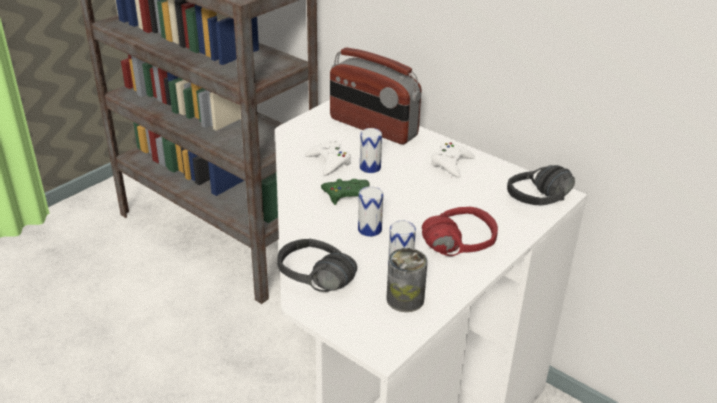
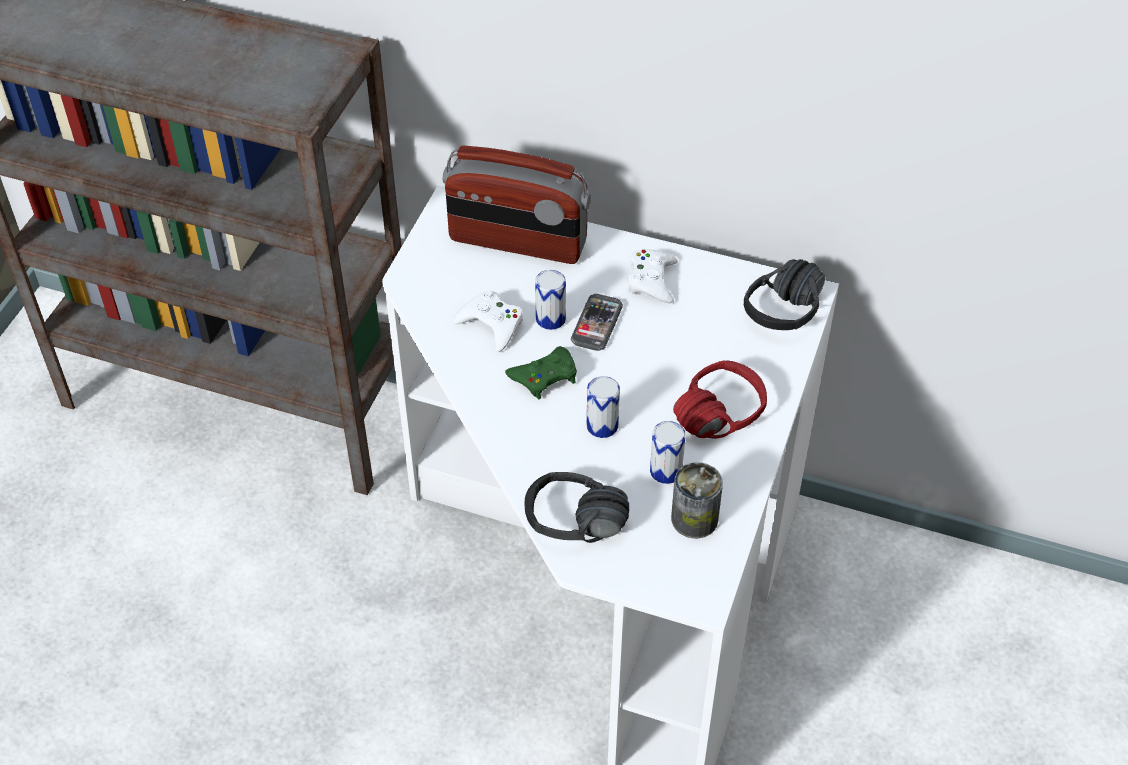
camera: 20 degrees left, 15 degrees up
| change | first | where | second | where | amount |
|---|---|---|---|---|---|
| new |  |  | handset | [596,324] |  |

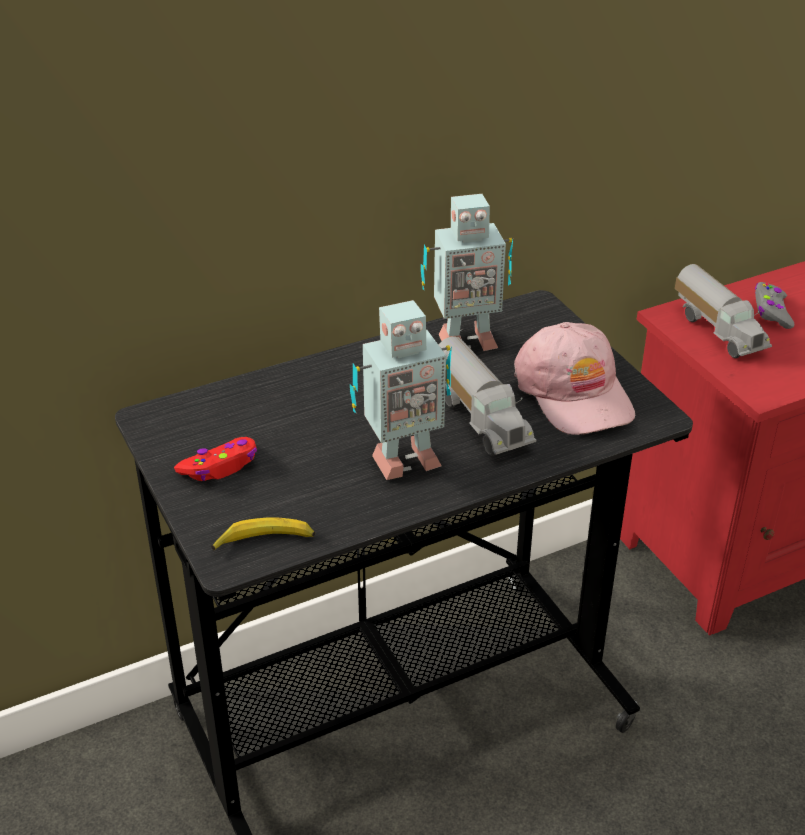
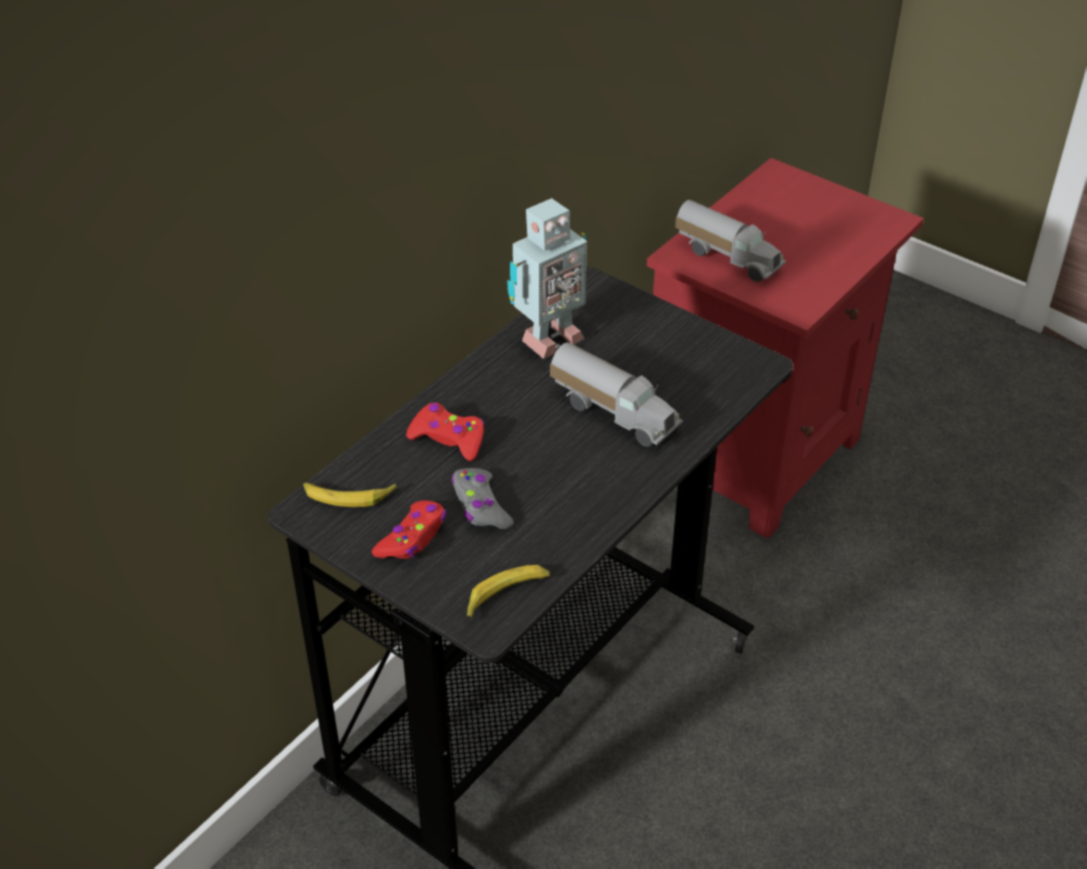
camera: 25 degrees left, 5 degrees up
| change | first | where | second | where | amount |
|---|---|---|---|---|---|
| new |  |  | whole banana | [349,496] |  |
| new |  |  | game controller (red-coloured) | [448,438] |  |
| shifted | game controller (gray) | [771,312] |  | [480,506] |  |
| gone | toy robot | [402,459] |  |  |  |
| gone | baseball cap (pink) | [574,392] |  |  |  |

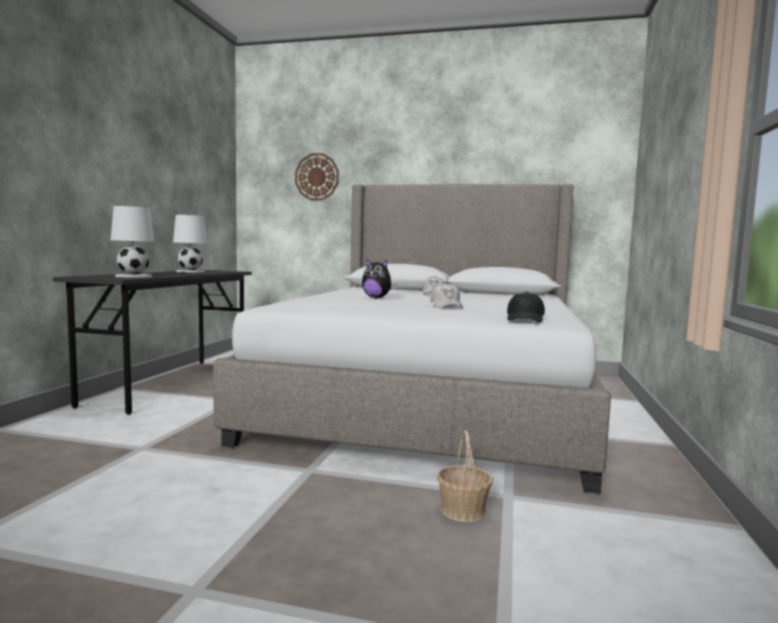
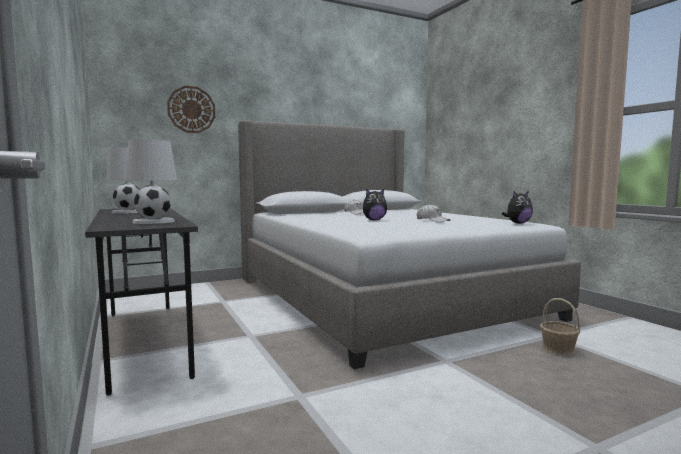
camera: 40 degrees left, 0 degrees up
| change | first | where | second | where | amount |
|---|---|---|---|---|---|
| swapped | baseball cap (black) | [525,319] | cuddly toy | [518,223] |  |

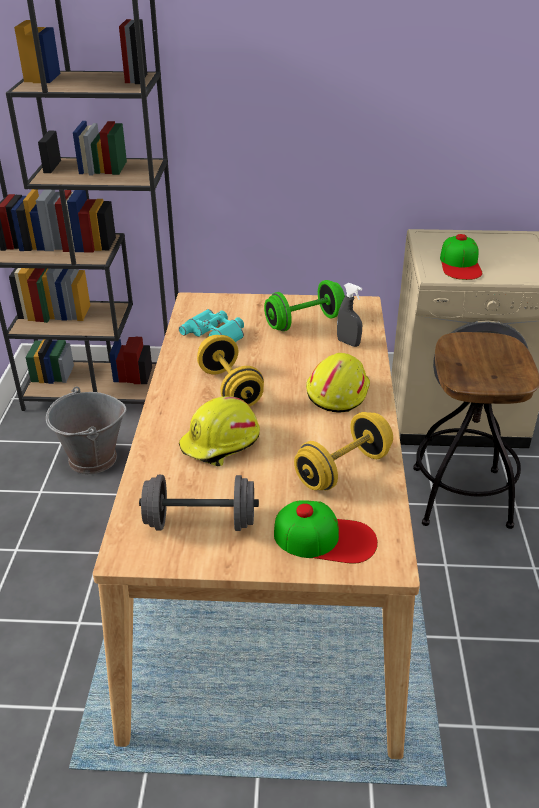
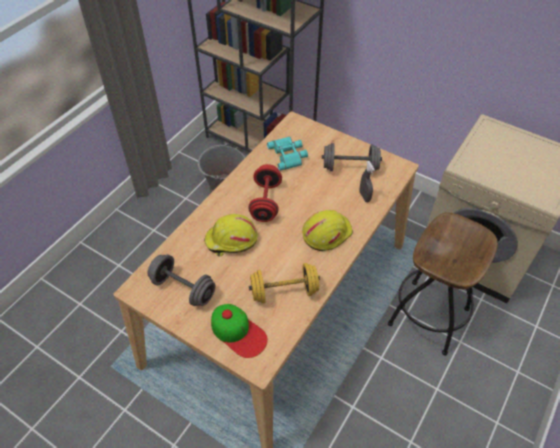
camera: 30 degrees right, 15 degrees up
| change | first | where | second | where | amount |
|---|---|---|---|---|---|
| repainted | free weight (yellow) | [230,388] | free weight (red-coloured) | [266,202] |  |
| repainted | free weight (greenish) | [304,322] | free weight (gray) | [350,167] |  |
| gone | baseball cap | [460,264] |  |  |  |

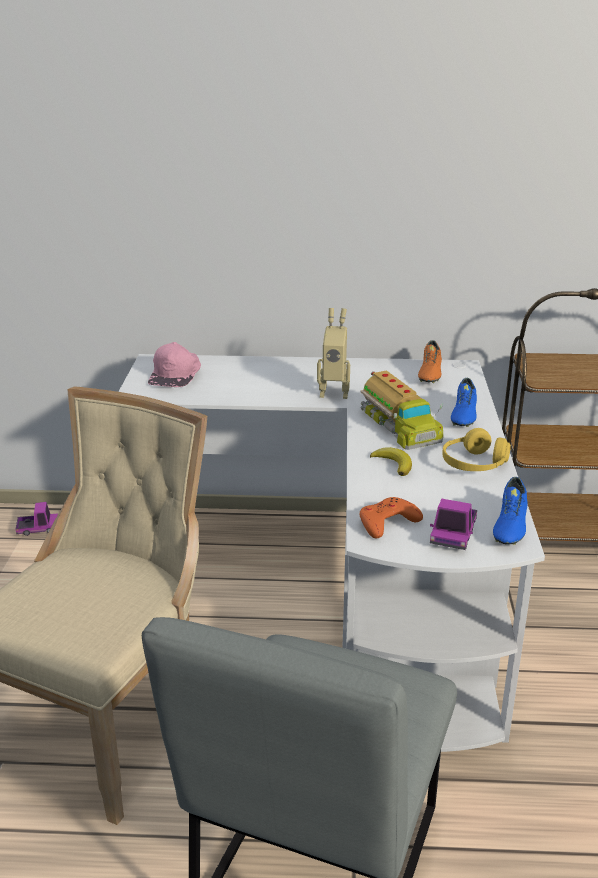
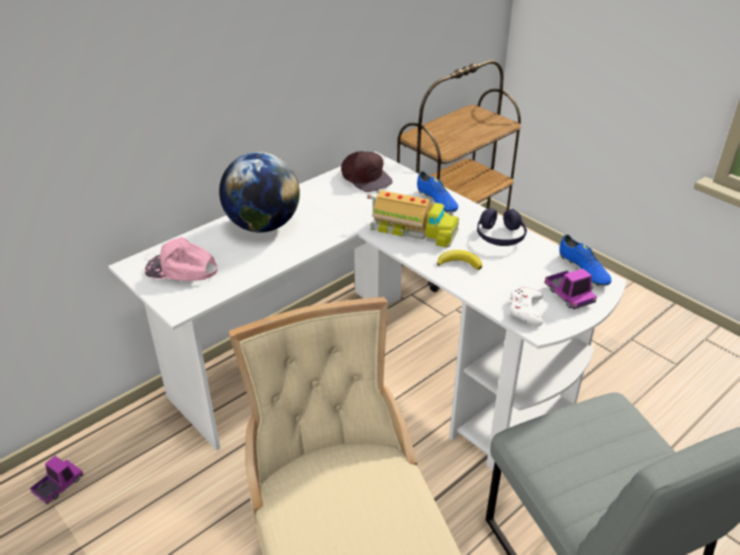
camera: 45 degrees left, 10 degrees up
| change | first | where | second | where | amount |
|---|---|---|---|---|---|
| rotated | baseball cap (pink) | [176,374] |  | [181,269] | 135 degrees clockwise |
| new |  |  | desk globe | [263,226] |  |
| swapped | item of footwear (orange) | [429,373] | baseball cap (brown-coloured) | [365,177] |  |
| repainted | headphones (yellow) | [474,464] | headphones (purplish) | [500,236] |  |
| repainted | game controller (orange) | [387,522] | game controller (white-coloured) | [525,309] |  |
| gone | toy robot | [334,392] |  |  |  |

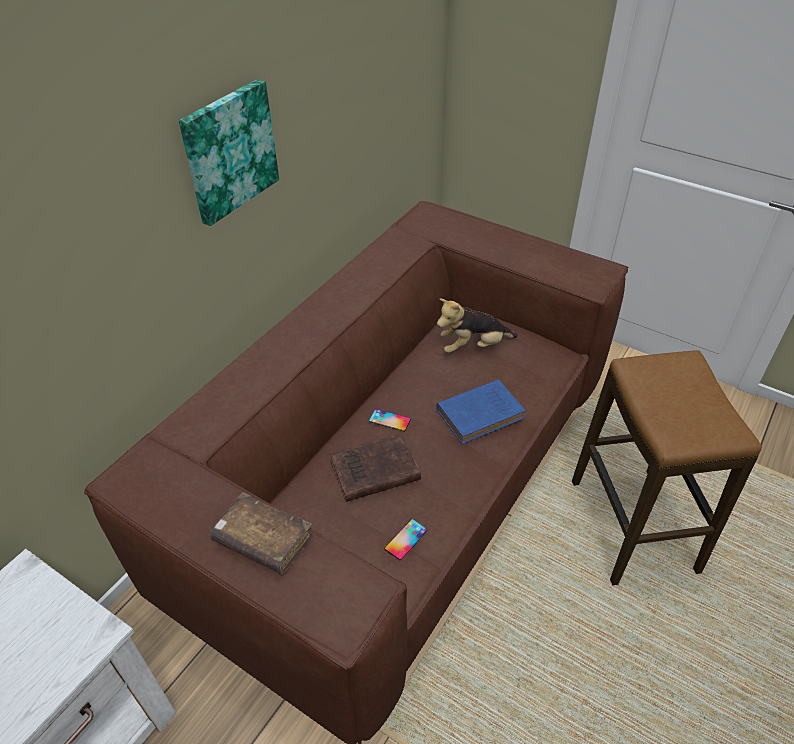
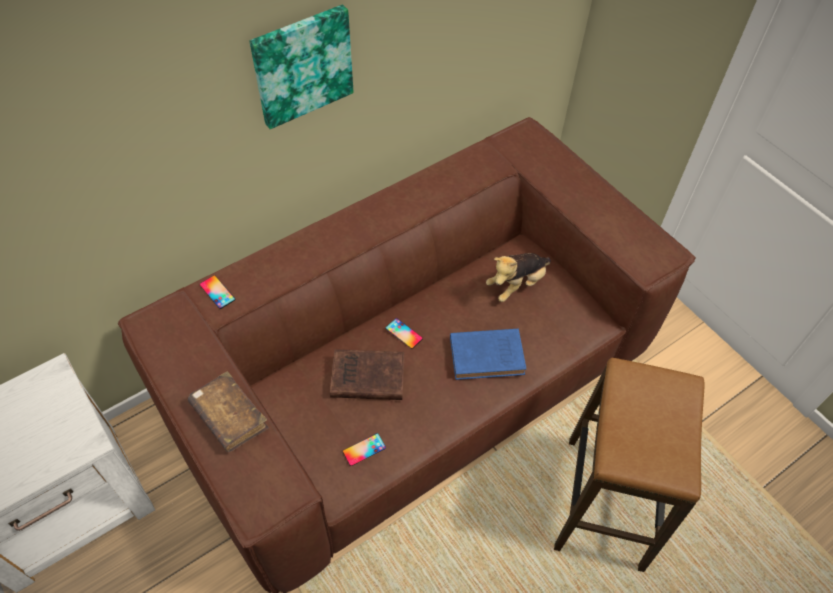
camera: 20 degrees right, 10 degrees up
| change | first | where | second | where | amount |
|---|---|---|---|---|---|
| new |  |  | handset | [217,292] |  |
| rotated | cuddly toy | [473,346] |  | [517,284] | 45 degrees counterclockwise |

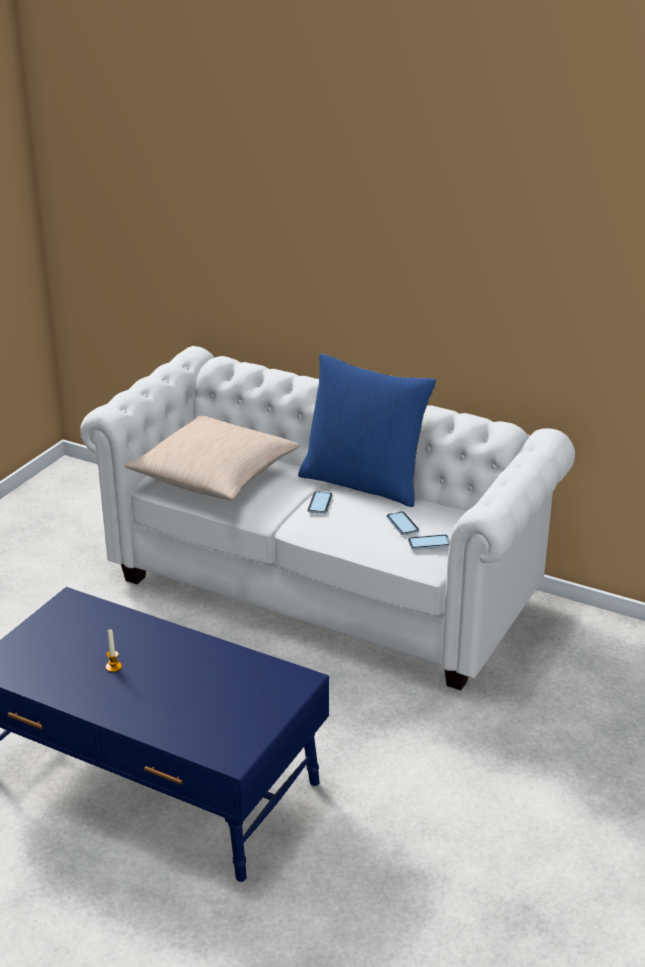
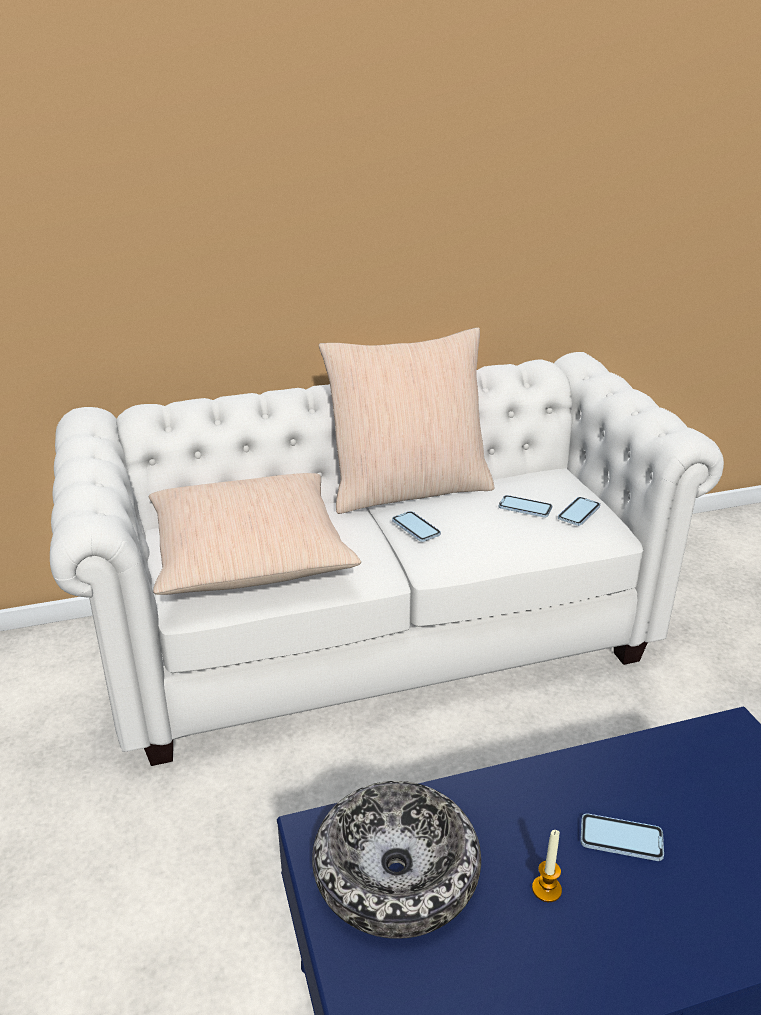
camera: 45 degrees left, 0 degrees up
| change | first | where | second | where | amount |
|---|---|---|---|---|---|
| new |  |  | deep dish | [396,873] |  |
| repainted | throw pillow (blue-coloured) | [364,482] | throw pillow (sand-coloured) | [408,489] |  |
| new |  |  | handset | [621,839] |  |

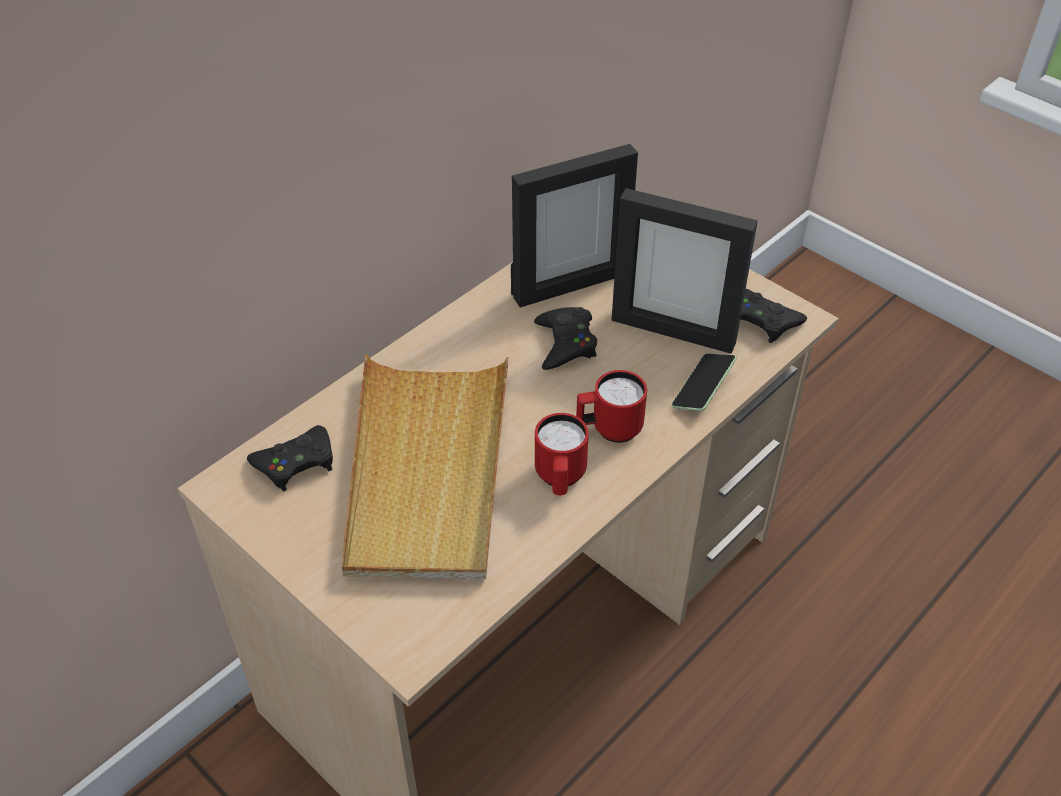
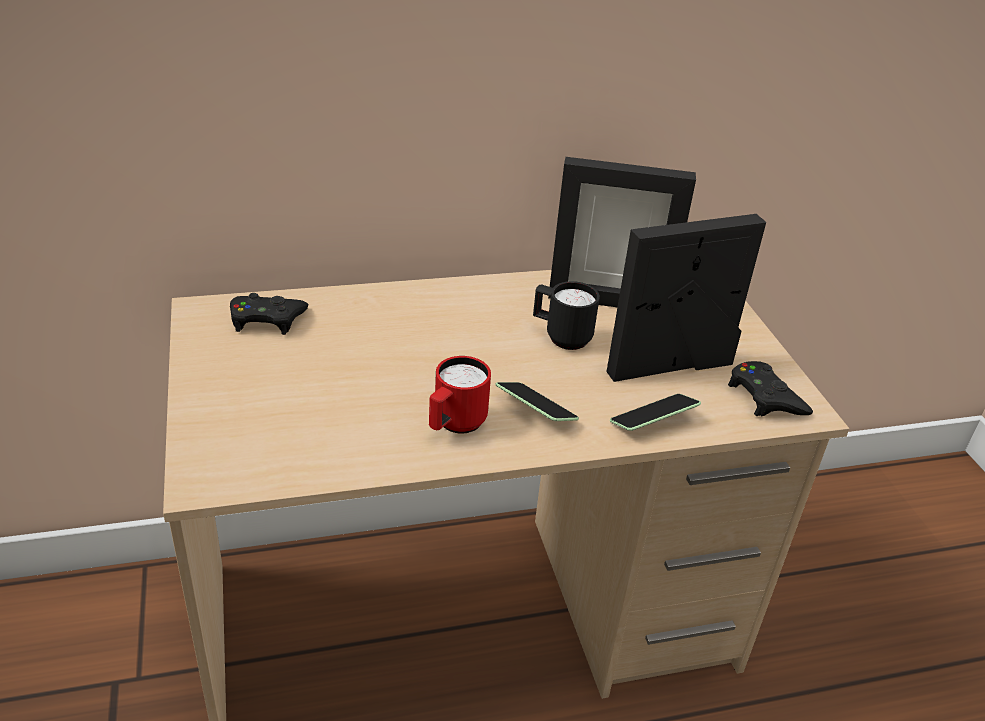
camera: 30 degrees right, 10 degrees down
| change | first | where | second | where | amount |
|---|---|---|---|---|---|
| swapped | tea mug (red-coloured) | [609,429] | handset | [535,411] |  |
| swapped | game controller (black) | [565,343] | tea mug (black) | [561,337] |  |
| rotated | picture frame | [673,330] |  | [670,368] | 105 degrees clockwise |
| gone | tray (sand-coloured) | [427,470] |  |  |  |

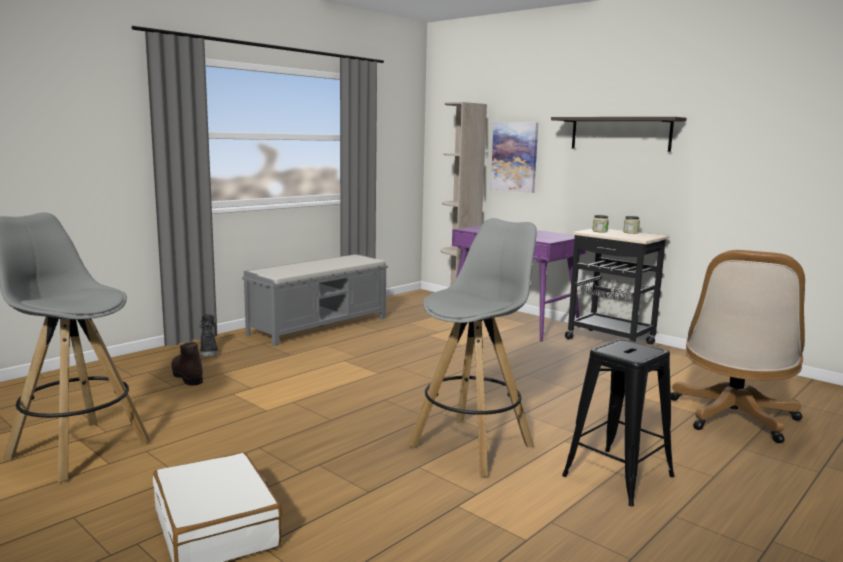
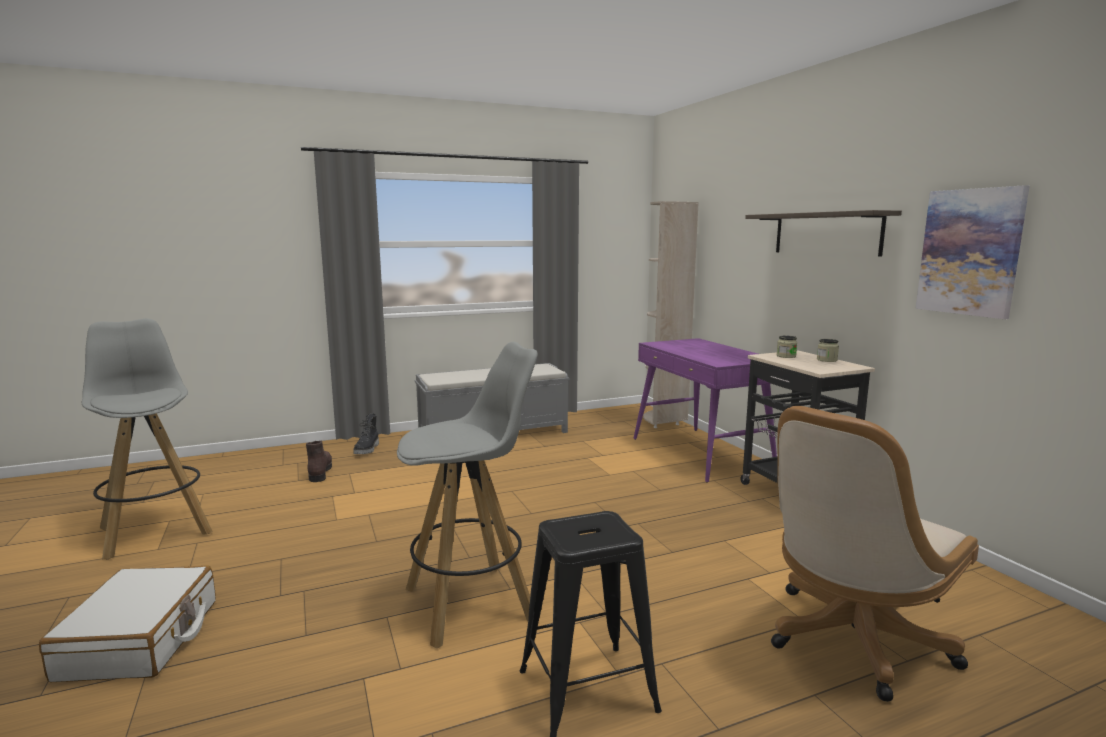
camera: 25 degrees right, 0 degrees up
| change | first | where | second | where | amount |
|---|---|---|---|---|---|
| shifted | picture | [514,157] |  | [970,252] |  |

